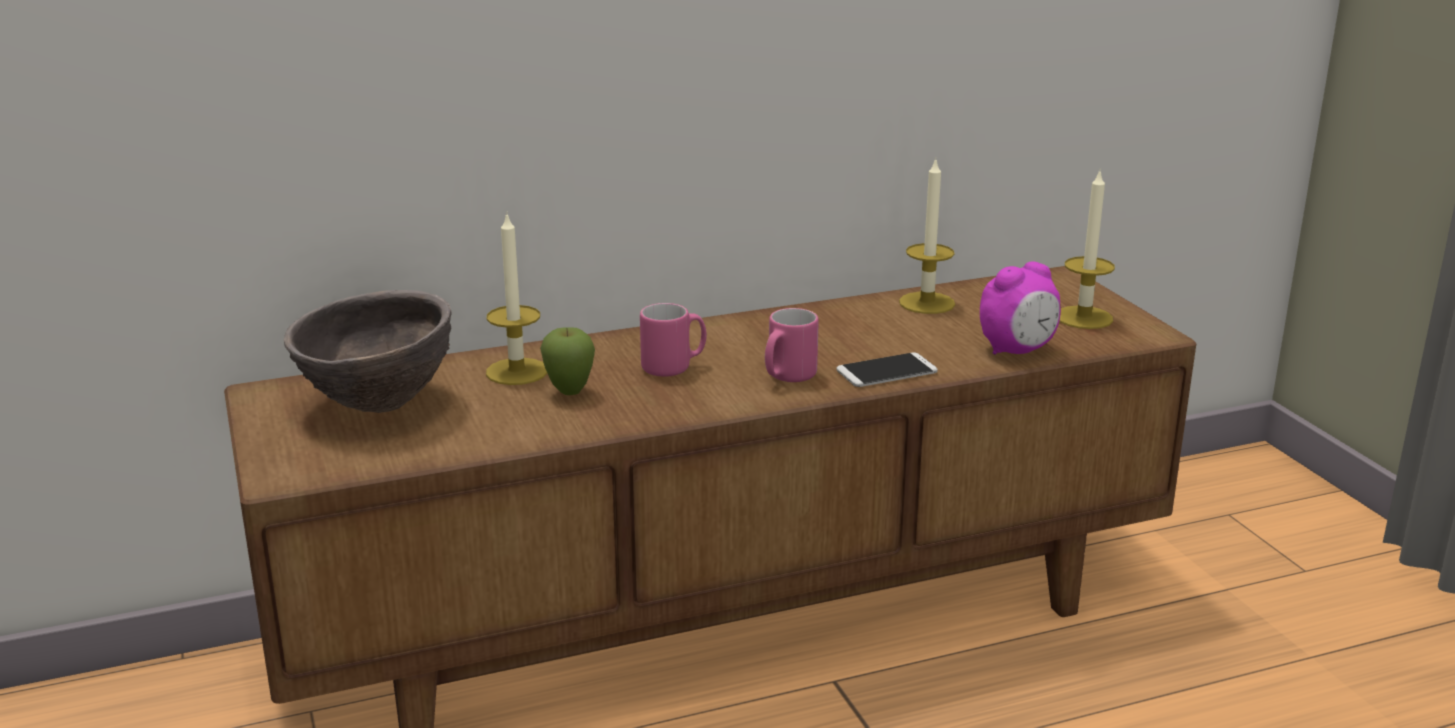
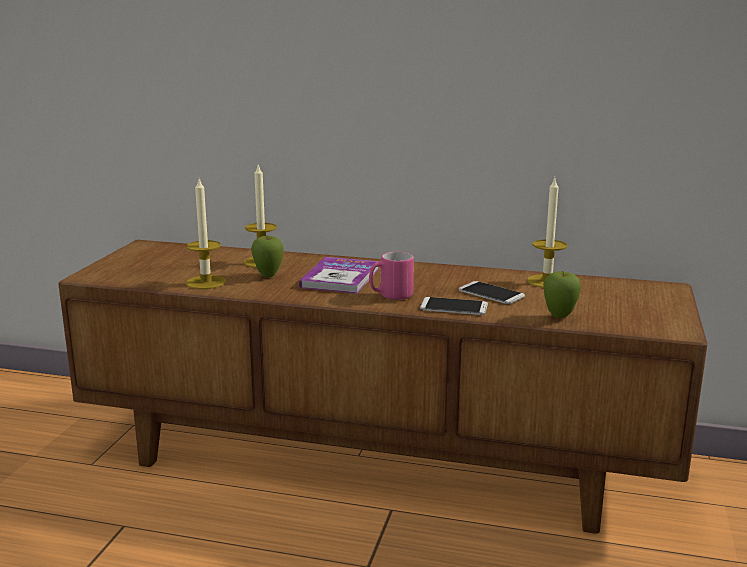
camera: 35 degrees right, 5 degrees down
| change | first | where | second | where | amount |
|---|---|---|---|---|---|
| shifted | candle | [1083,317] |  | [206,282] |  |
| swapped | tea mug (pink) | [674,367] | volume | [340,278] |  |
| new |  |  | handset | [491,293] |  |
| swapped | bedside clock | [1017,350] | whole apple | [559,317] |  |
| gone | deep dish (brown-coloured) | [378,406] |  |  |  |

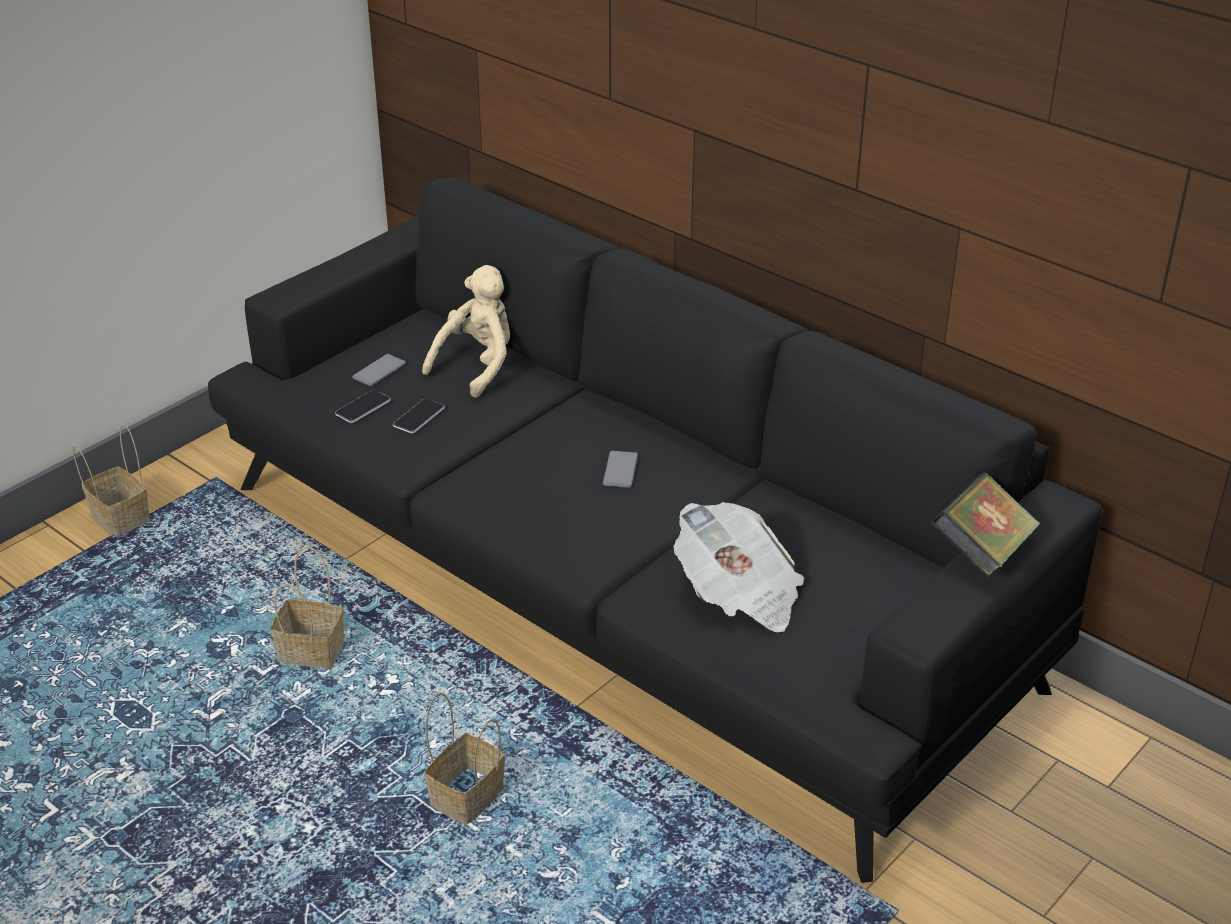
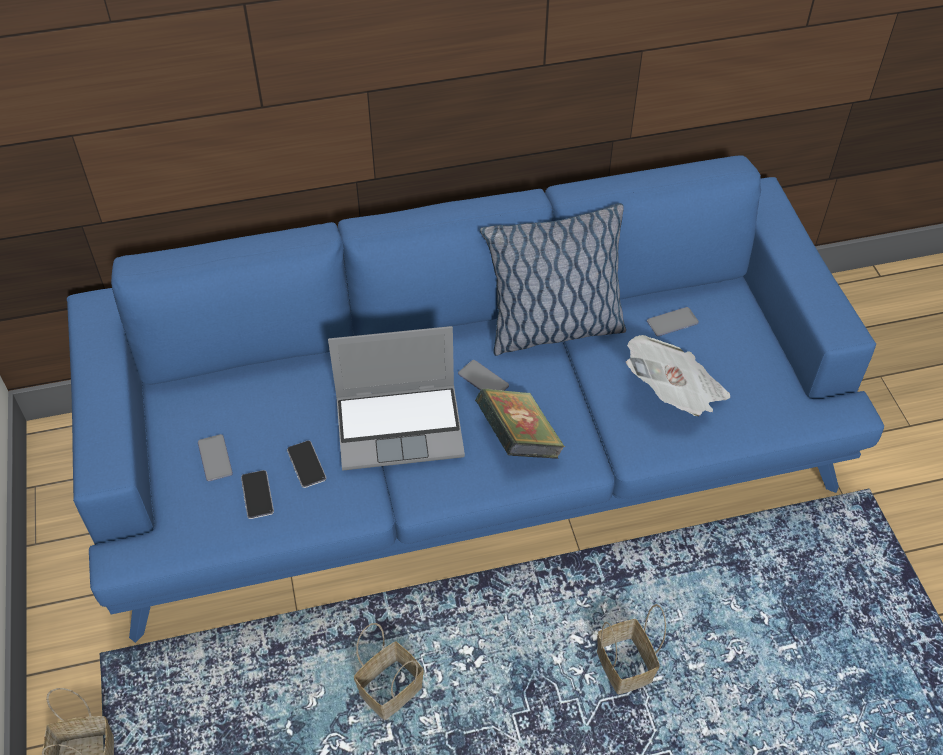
camera: 55 degrees left, 15 degrees up
| change | first | where | second | where | amount |
|---|---|---|---|---|---|
| repainted | couch (black) | [616,584] | couch (blue-coloured) | [472,456] |  |
| new |  |  | notebook computer | [401,426] |  |
| shifted | volume | [981,552] |  | [518,440] |  |
| new |  |  | throw pillow | [552,329] |  |
| new |  |  | handset | [672,322] |  |
| gone | cuddly toy (sand-coloured) | [478,366] |  |  |  |

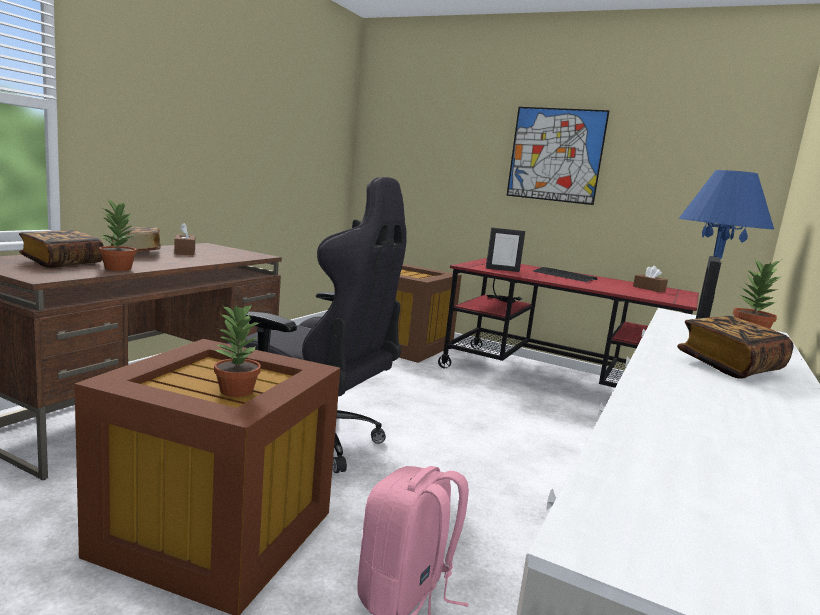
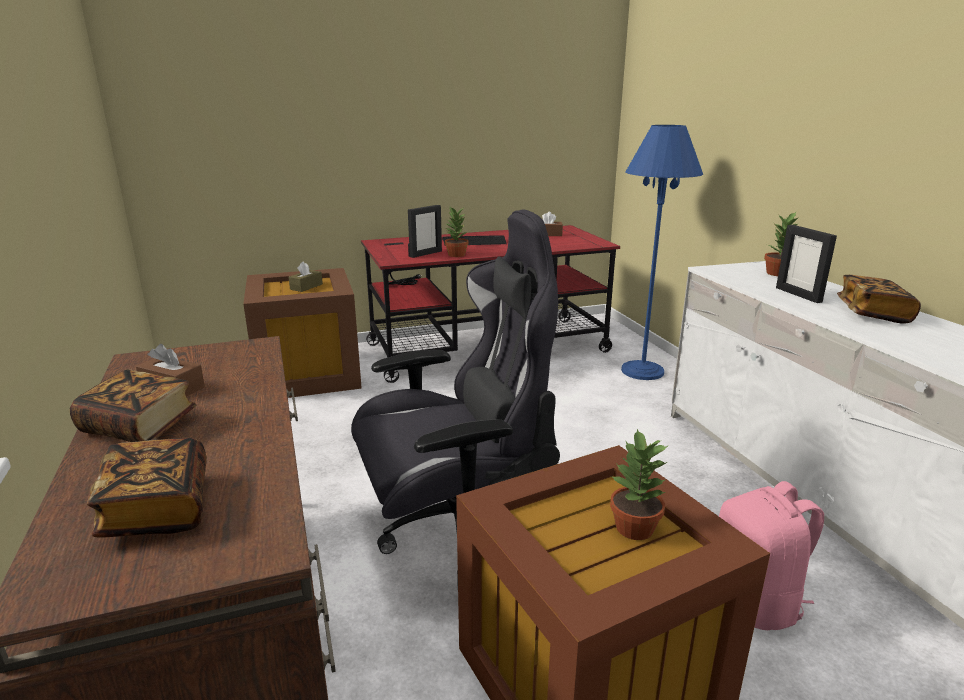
camera: 45 degrees left, 10 degrees up
| change | first | where | second | where | amount |
|---|---|---|---|---|---|
| new |  |  | box of tissues (brown-coloured) | [306,287] |  |
| shifted | plant in a pot | [118,268] |  | [456,255] |  |
| gone | picture | [555,155] |  |  |  |

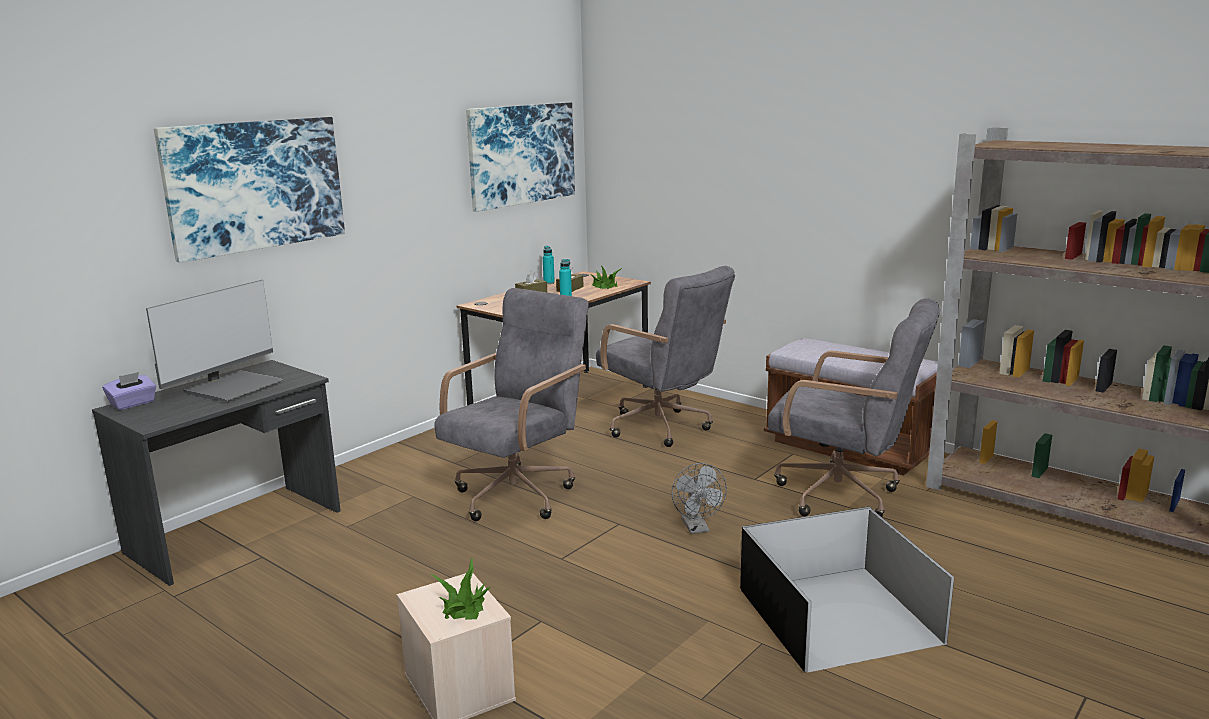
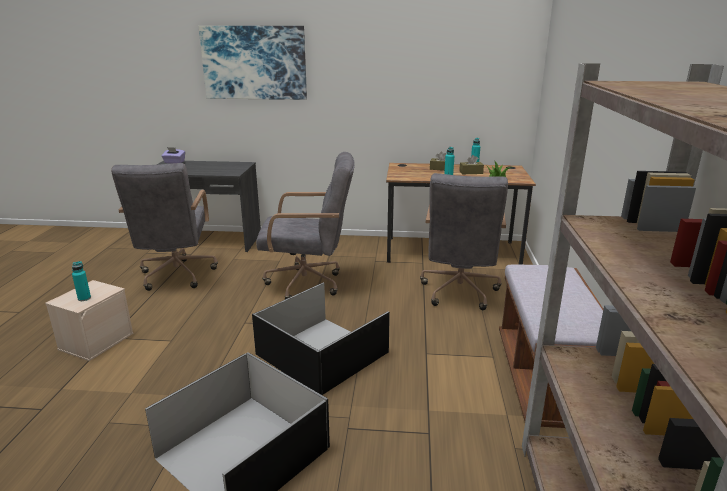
camera: 55 degrees right, 5 degrees up
| change | first | where | second | where | amount |
|---|---|---|---|---|---|
| swapped | plant in a pot | [464,606] | drink bottle (turquoise-coloured) | [84,298] |  |
| shifted | office chair (gray) | [844,497] |  | [177,277] |  |
| swapped | electric fan (gray) | [697,528] | storage bin (black) | [323,354] |  |
| gone | computer display | [232,387] |  |  |  |
| gone | picture | [521,154] |  |  |  |

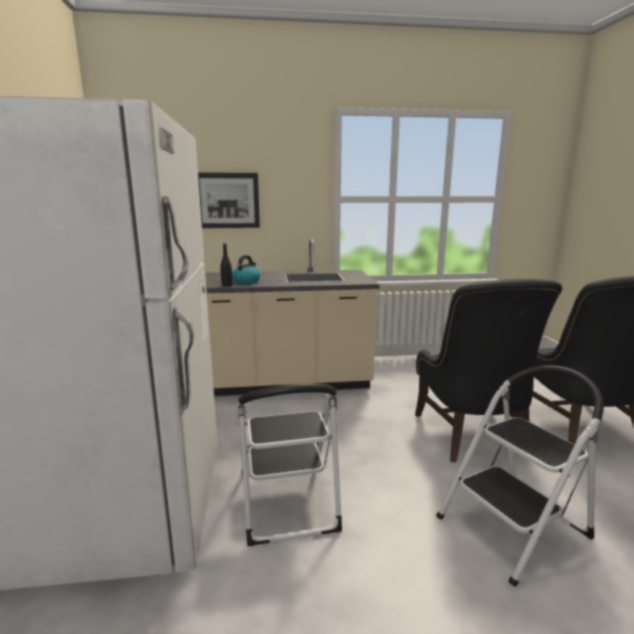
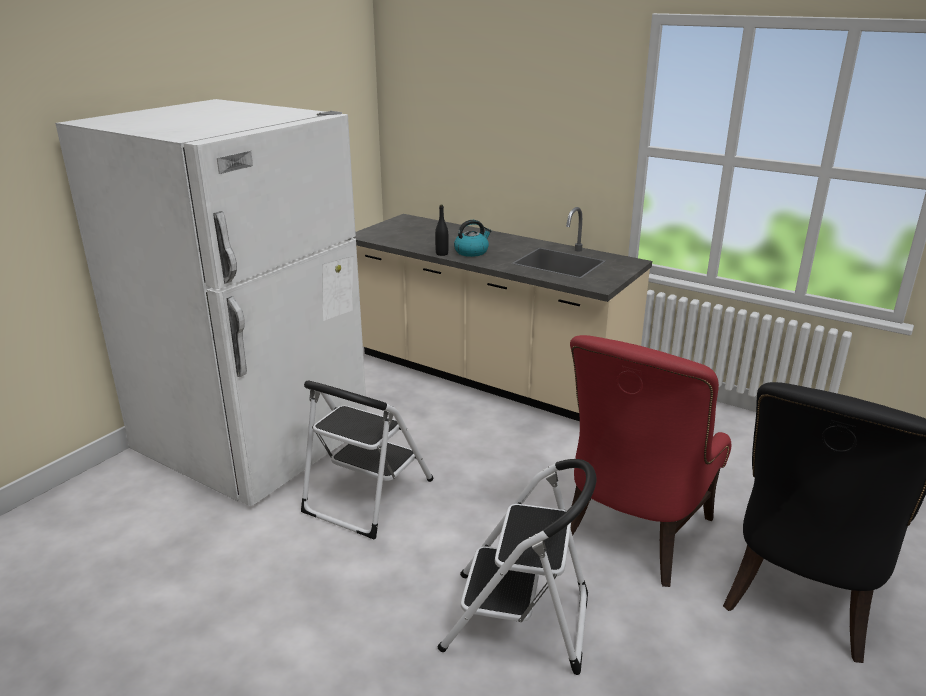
camera: 40 degrees right, 10 degrees up
| change | first | where | second | where | amount |
|---|---|---|---|---|---|
| repainted | chair (black) | [472,434] | chair (red-coloured) | [634,531] |  |
| gone | picture | [227,200] |  |  |  |

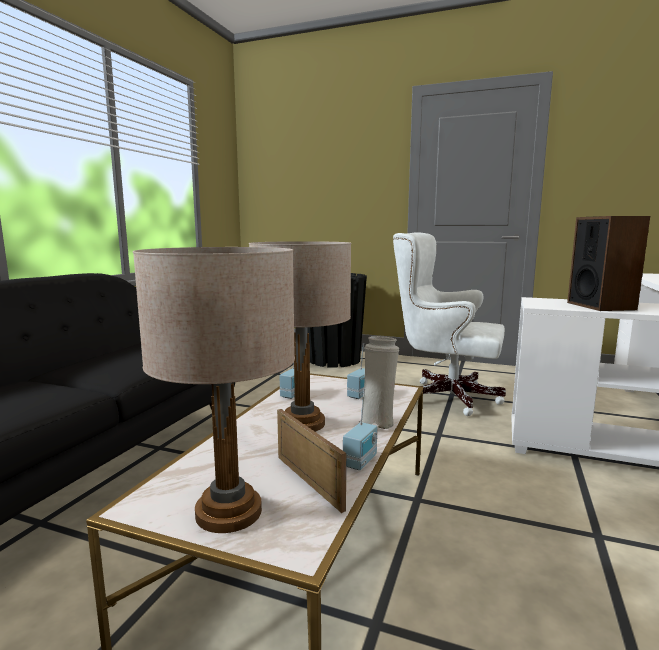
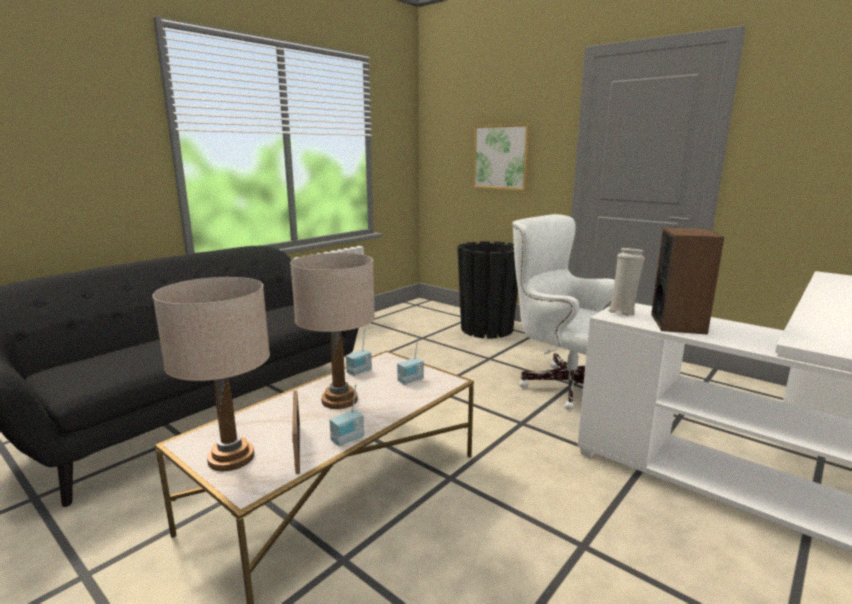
camera: 20 degrees right, 5 degrees up
| change | first | where | second | where | amount |
|---|---|---|---|---|---|
| new |  |  | picture | [501,157] |  |
| shifted | flower vase (white-coloured) | [378,422] |  | [622,312] |  |

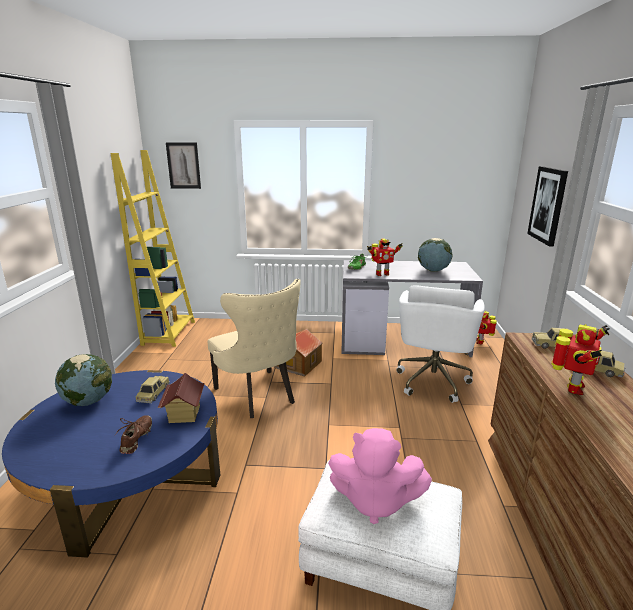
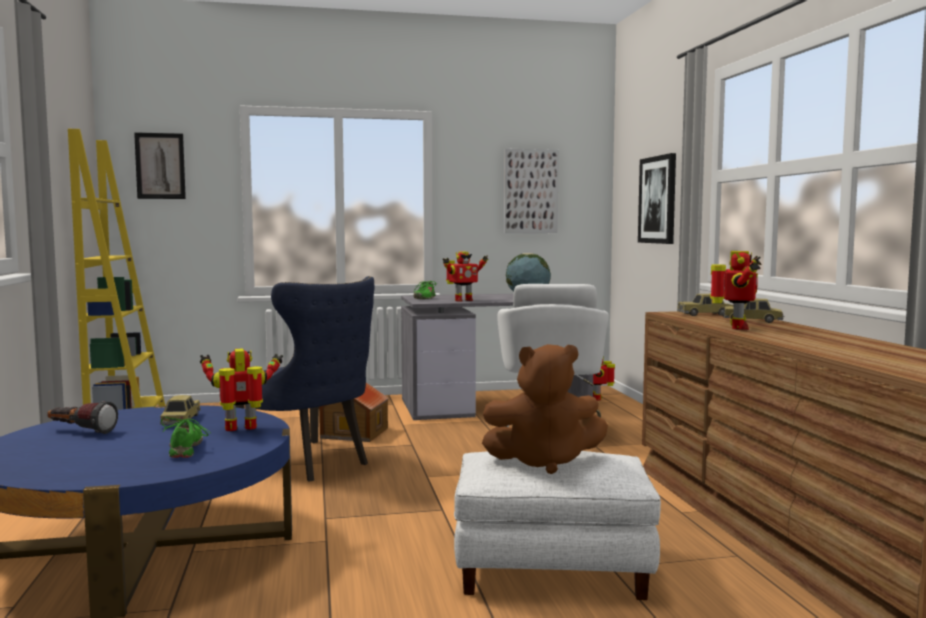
camera: 15 degrees left, 15 degrees down
| change | first | where | second | where | amount |
|---|---|---|---|---|---|
| swapped | desk globe | [89,401] | torch | [80,431] |  |
| repainted | item of footwear (brown-coloured) | [137,438] | item of footwear (greenish) | [186,449] |  |
| swapped | model house | [184,413] | toy robot | [242,429] |  |
| repainted | chair (sand-coloured) | [258,395] | chair (blue-coloured) | [310,462] |  |
| repainted | cuddly toy (pink) | [375,501] | cuddly toy (brown-coloured) | [544,462] |  |
| new |  |  | picture | [530,191] |  |

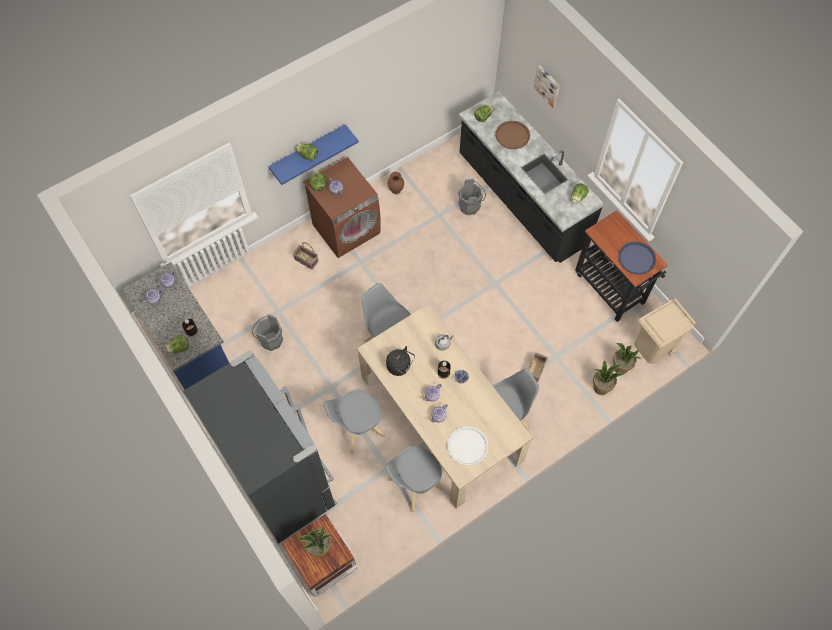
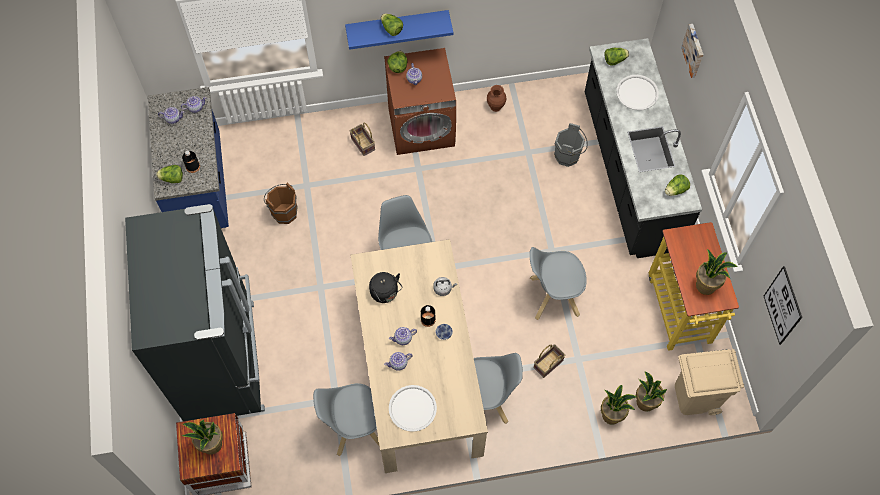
camera: 25 degrees right, 0 degrees up
| change | first | where | second | where | amount |
|---|---|---|---|---|---|
| repainted | bucket (gray) | [270,340] | bucket (brown-coloured) | [283,212] |  |
| shifted | chair (gray) | [357,428] |  | [552,296] |  |
| repainted | tray (brown-coloured) | [512,135] | tray (white-coloured) | [637,93] |  |
| repainted | trolley (black) | [610,289] | trolley (yellow) | [679,311] |  |
| swapped | tray (blue-coloured) | [636,258] | plant in a pot | [706,285] |  |
| new |  |  | picture | [782,306] |  |

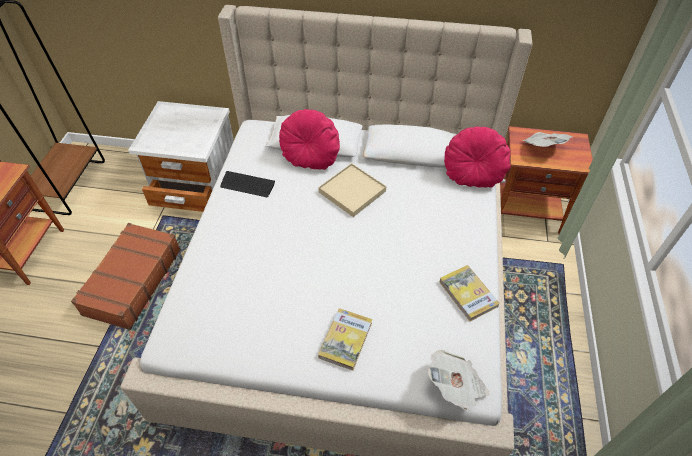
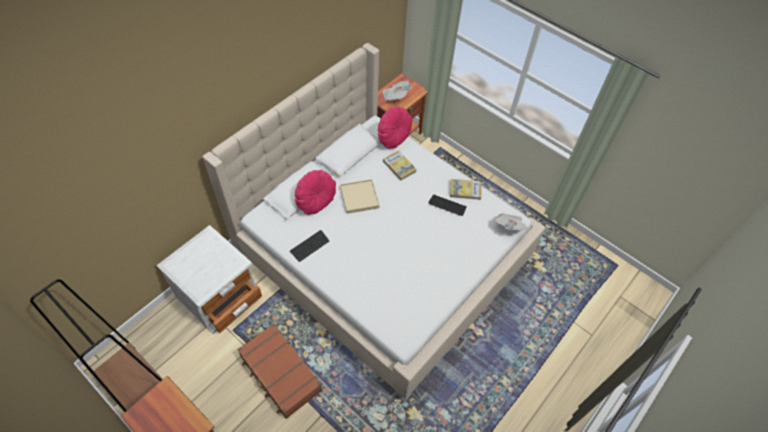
camera: 60 degrees left, 5 degrees up
| change | first | where | second | where | amount |
|---|---|---|---|---|---|
| shifted | volume | [345,340] |  | [399,166] |  |
| new |  |  | computer keyboard | [447,205] |  |

